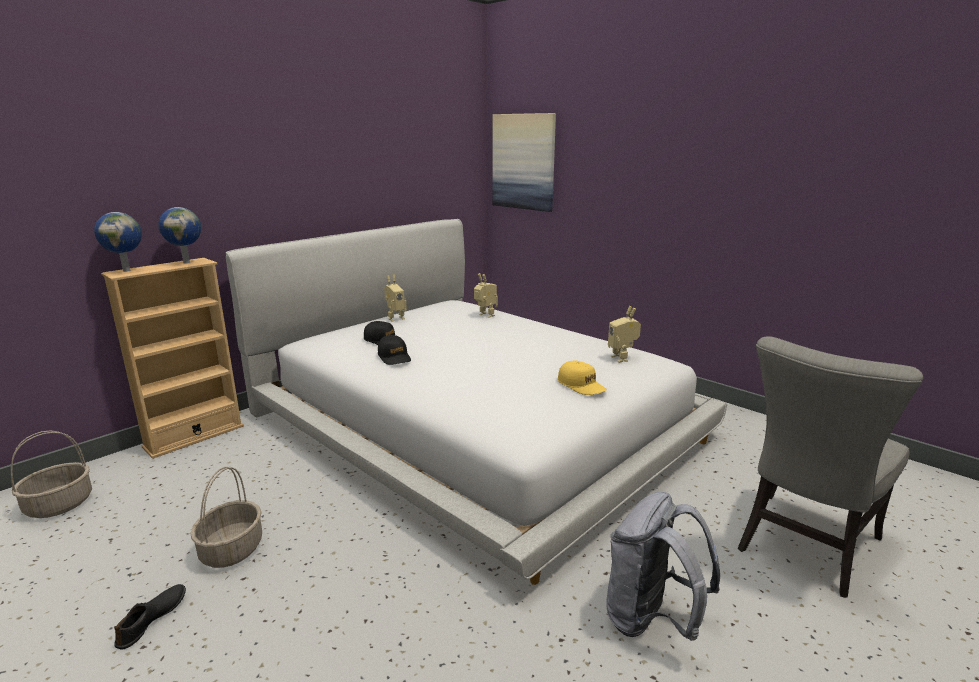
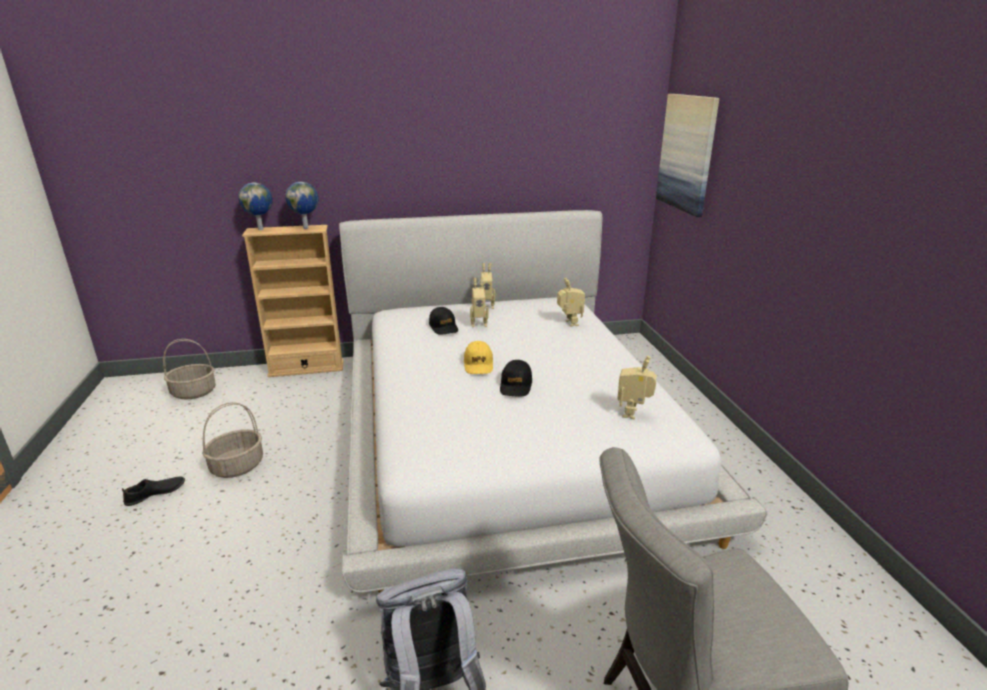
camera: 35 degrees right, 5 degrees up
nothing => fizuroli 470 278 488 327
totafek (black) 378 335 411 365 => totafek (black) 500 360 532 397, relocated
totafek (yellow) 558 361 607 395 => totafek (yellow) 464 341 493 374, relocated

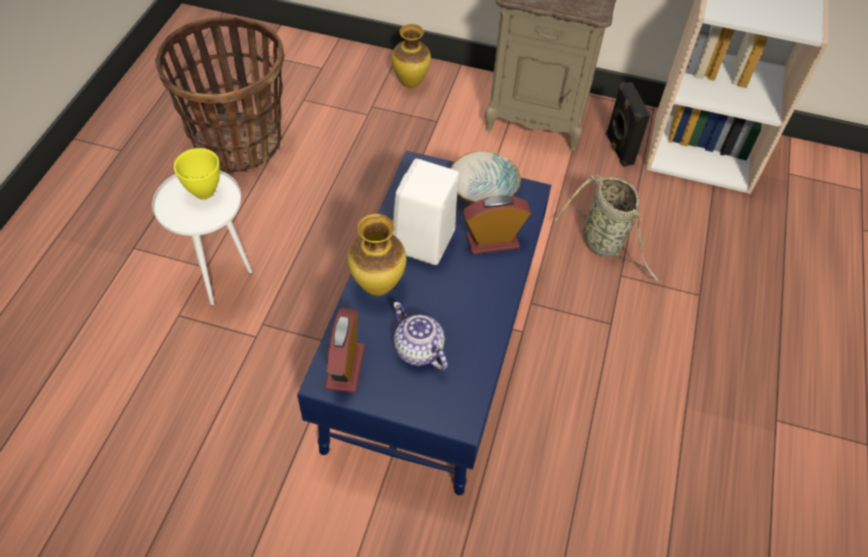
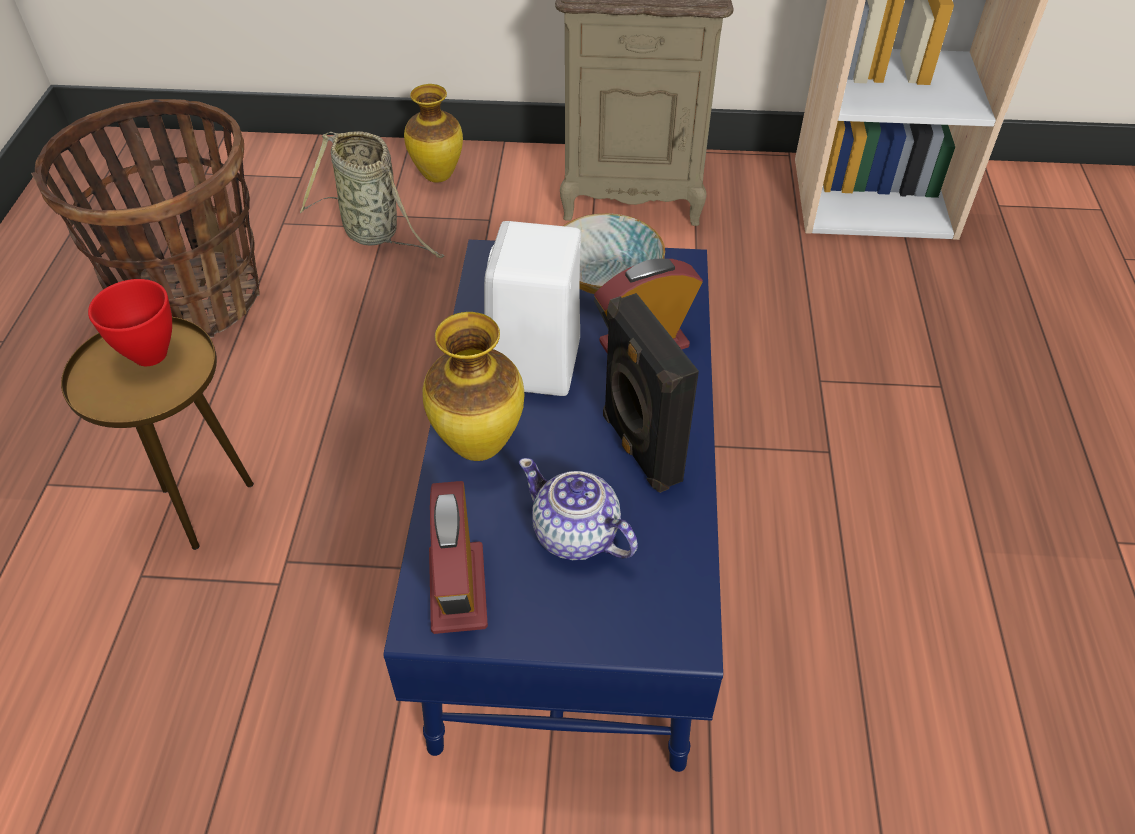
camera: 10 degrees left, 5 degrees down
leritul 555 175 660 282 => leritul 300 131 444 258, relocated
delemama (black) 606 82 650 167 => delemama (black) 603 293 699 493, relocated
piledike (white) 152 171 253 306 => piledike (brown) 61 317 254 550
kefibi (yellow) 174 148 220 199 => kefibi (red) 88 279 172 366

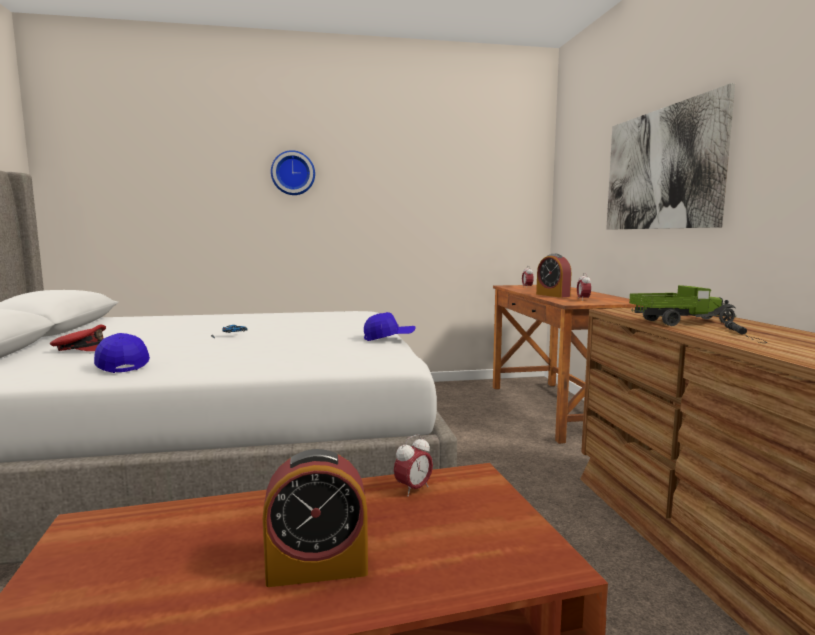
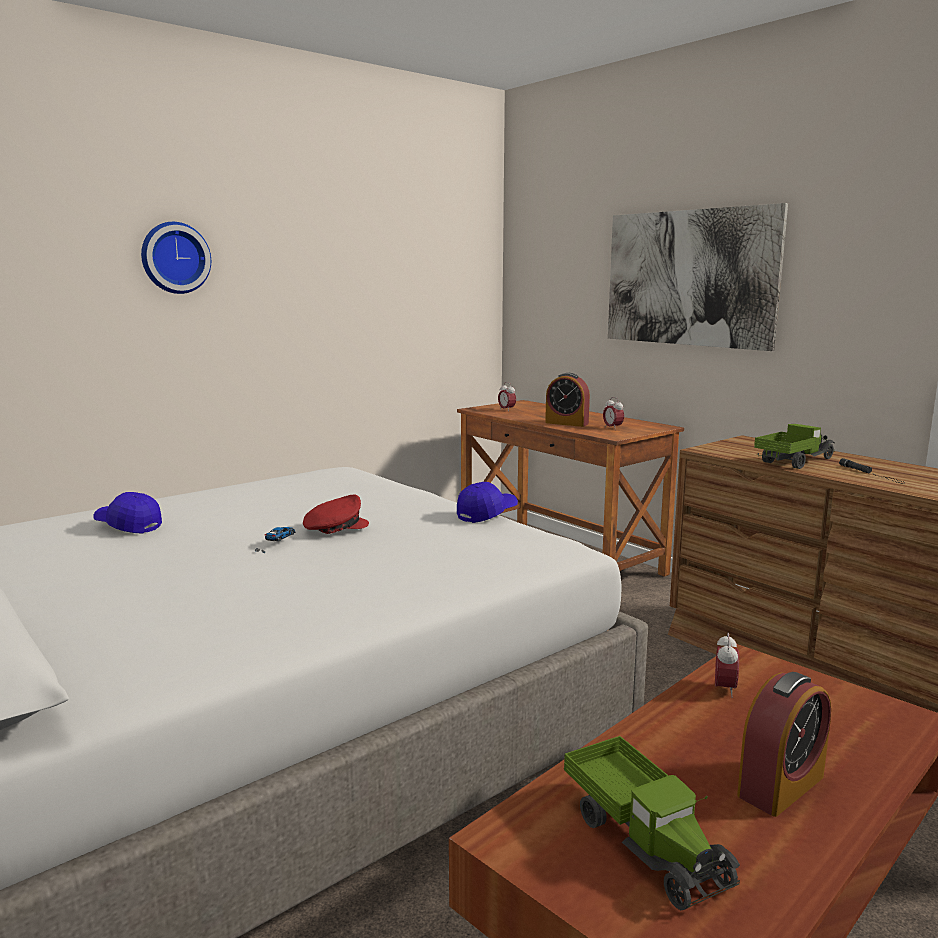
camera: 30 degrees left, 5 degrees up
nothing => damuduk 564 736 740 910
totafek (red) 50 325 106 351 => totafek (red) 303 495 369 534, relocated
totafek (blue) 94 333 150 373 => totafek (blue) 93 492 162 534, relocated

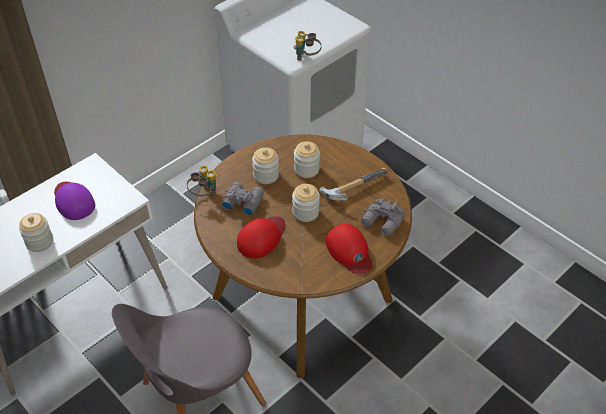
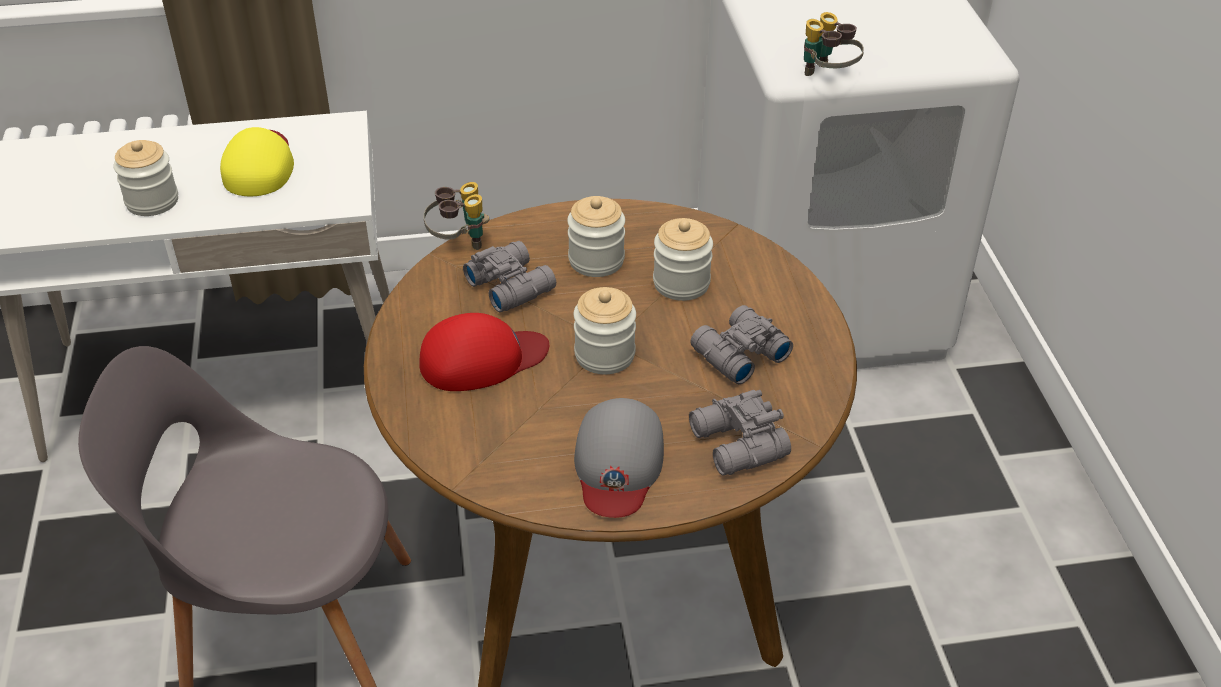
camera: 35 degrees right, 5 degrees down
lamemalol 319 168 388 200 => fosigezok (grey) 690 305 793 384
totafek (purple) 54 182 95 220 => totafek (yellow) 220 127 294 196
totafek (red) 326 224 372 274 => totafek (grey) 574 398 664 518

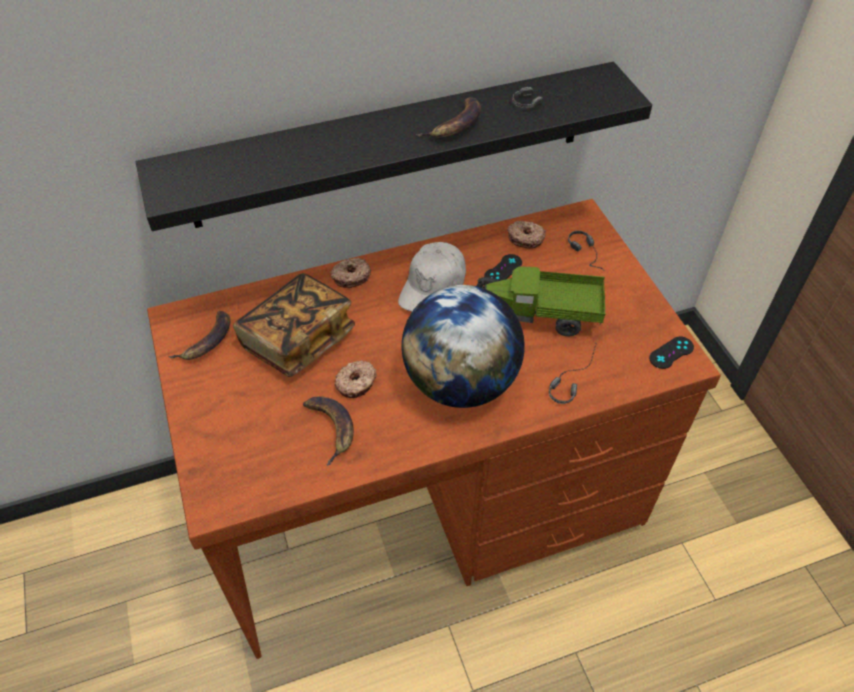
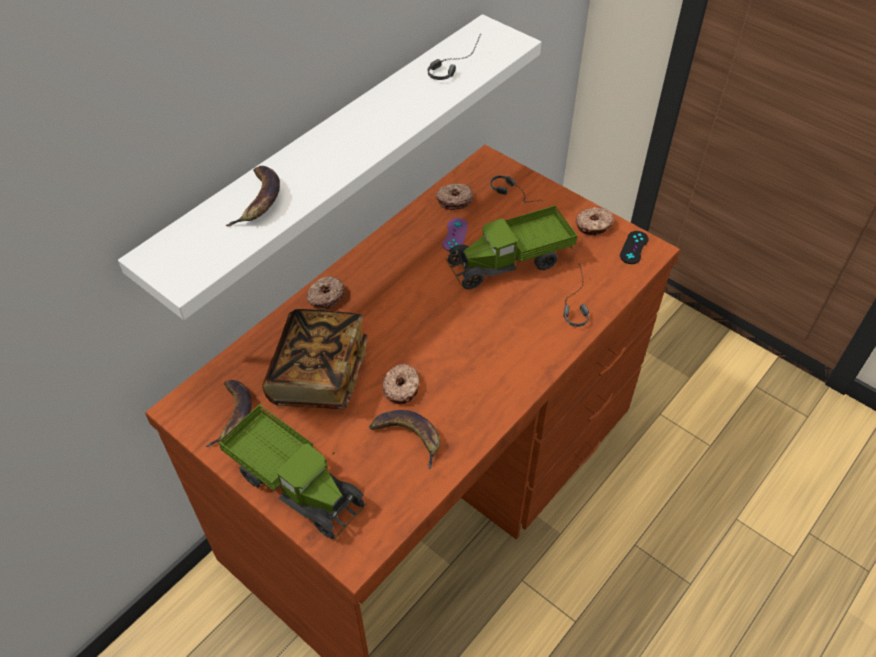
camera: 30 degrees left, 0 degrees up
totafek (white) 398 242 466 312 => nothing
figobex 402 285 525 408 => nothing
nothing => damuduk 218 404 367 540
nothing => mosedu 576 207 614 235
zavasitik 416 97 481 138 => zavasitik 225 166 280 227, relocated
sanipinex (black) 136 62 652 231 => sanipinex (white) 118 14 541 320
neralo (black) 484 254 522 281 => neralo (purple) 442 218 468 251

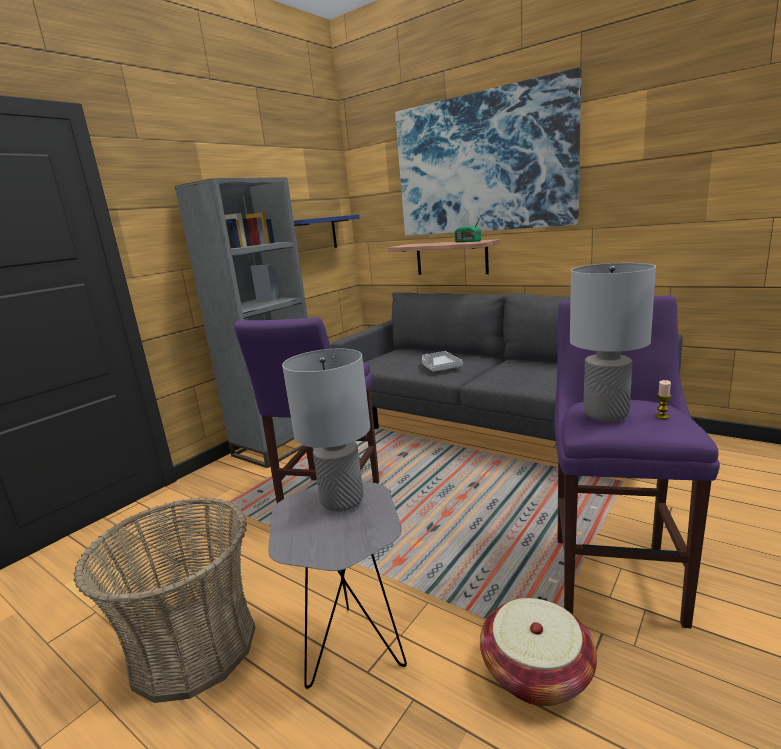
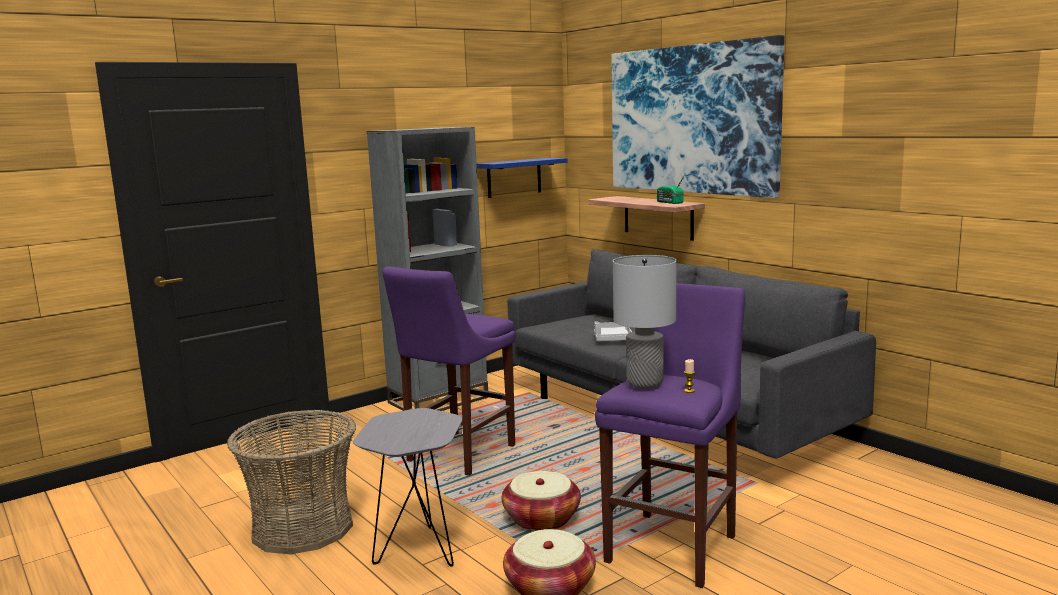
camera: 15 degrees right, 5 degrees down
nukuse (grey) 282 349 370 512 => nothing
nothing => leritul 502 471 581 531

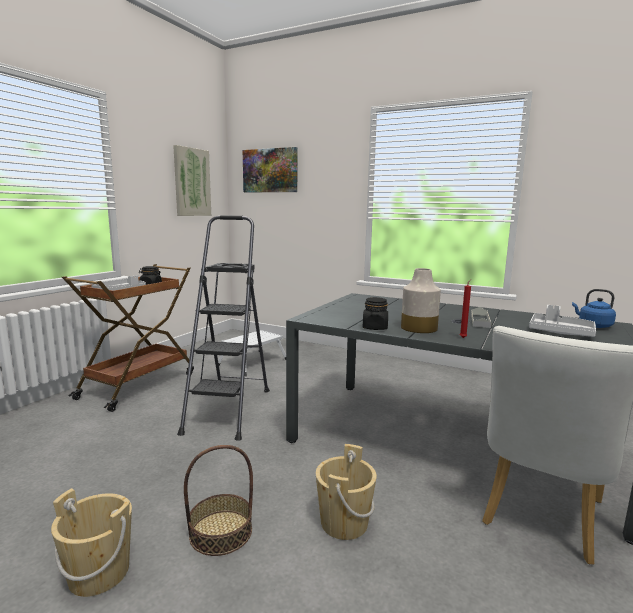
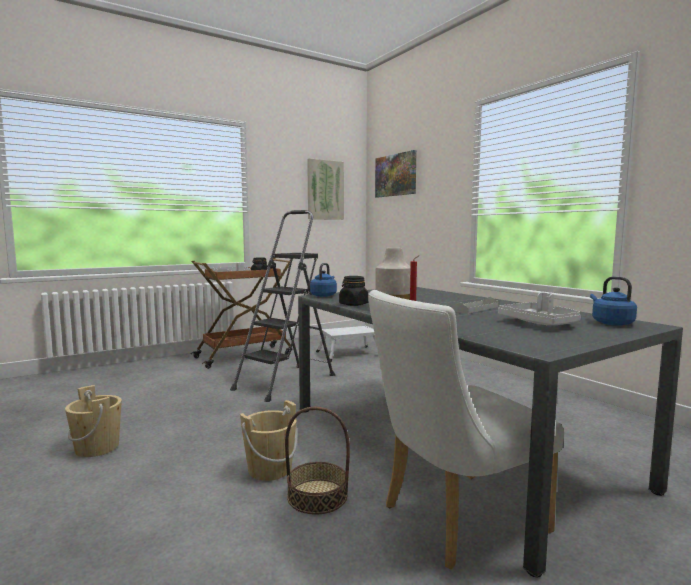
camera: 30 degrees right, 5 degrees down
nothing => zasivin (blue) 310 263 337 297
leritul 184 445 253 556 => leritul 285 407 350 514, relocated

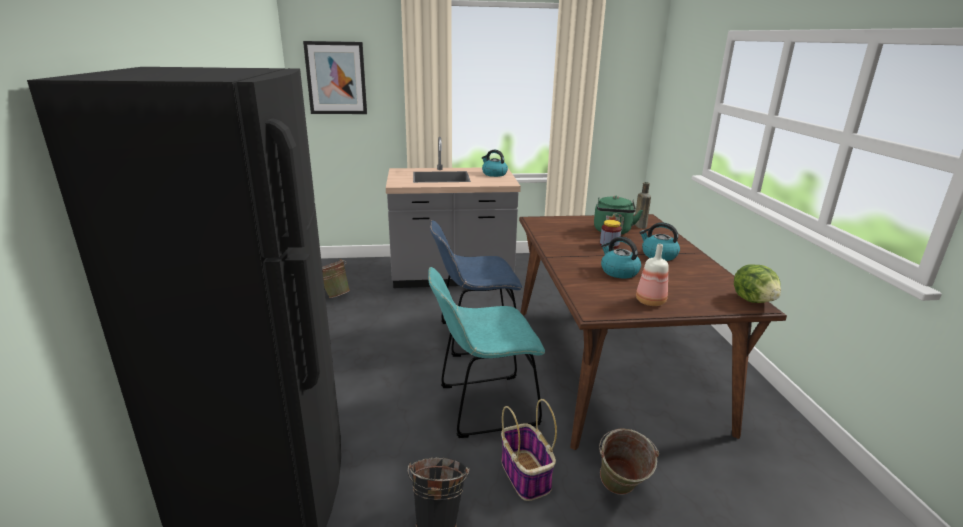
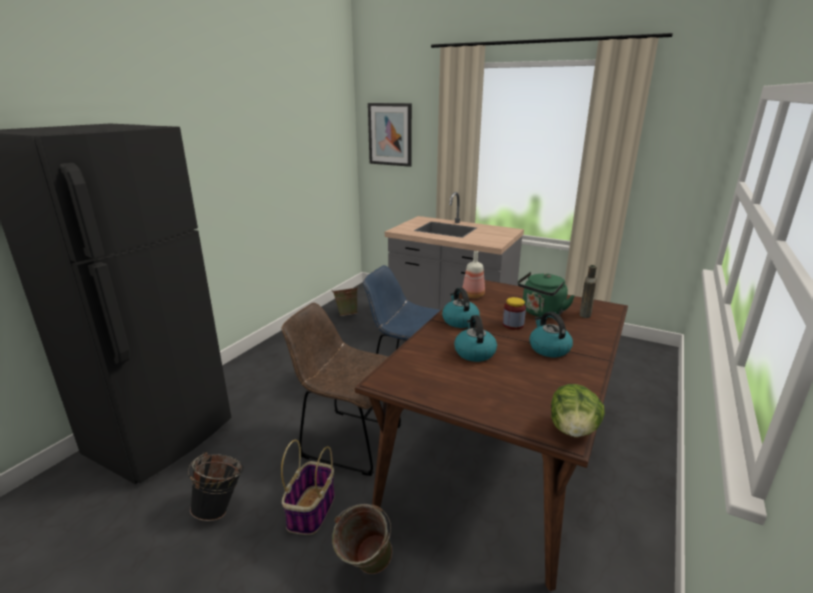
camera: 35 degrees right, 0 degrees up
zasivin 482 150 508 177 => zasivin 442 288 480 328, relocated
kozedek 636 244 668 306 => kozedek 462 251 485 298, relocated
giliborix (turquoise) 428 267 545 438 => giliborix (brown) 282 303 401 476

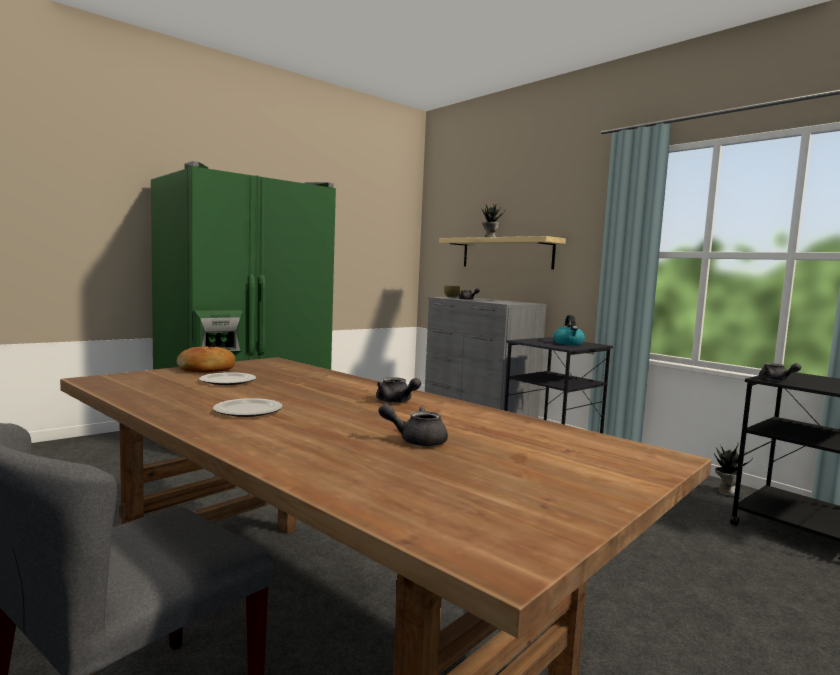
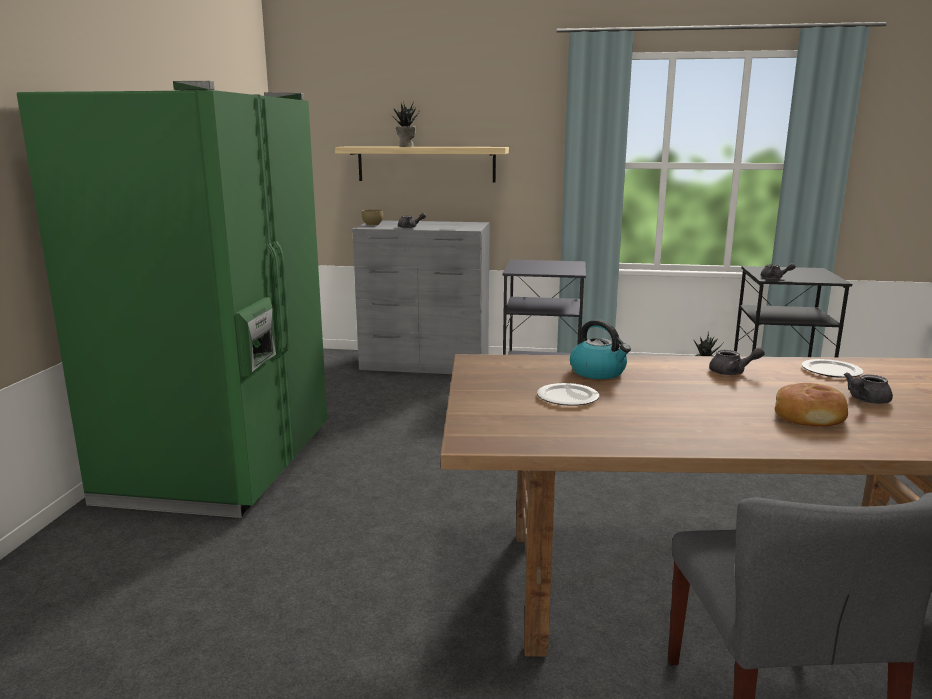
camera: 40 degrees left, 10 degrees up
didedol 177 346 235 372 => didedol 775 383 848 427, relocated
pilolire 213 398 283 417 => pilolire 802 359 863 378, relocated
zasivin 554 315 585 345 => zasivin 570 319 631 379, relocated

